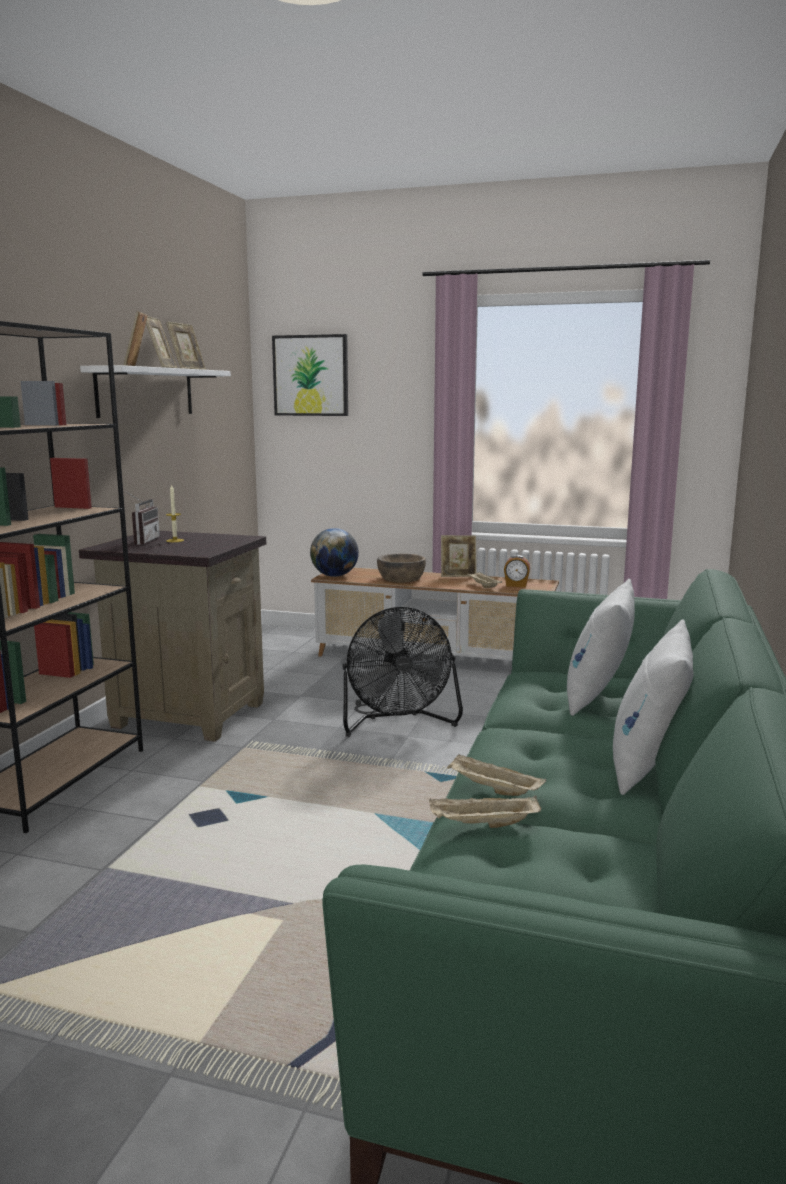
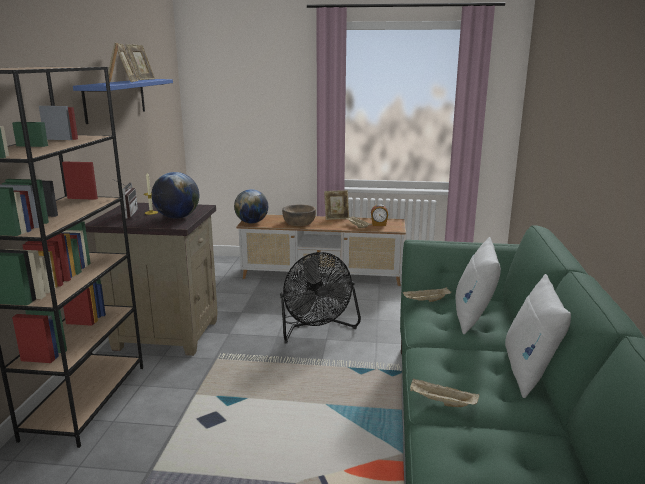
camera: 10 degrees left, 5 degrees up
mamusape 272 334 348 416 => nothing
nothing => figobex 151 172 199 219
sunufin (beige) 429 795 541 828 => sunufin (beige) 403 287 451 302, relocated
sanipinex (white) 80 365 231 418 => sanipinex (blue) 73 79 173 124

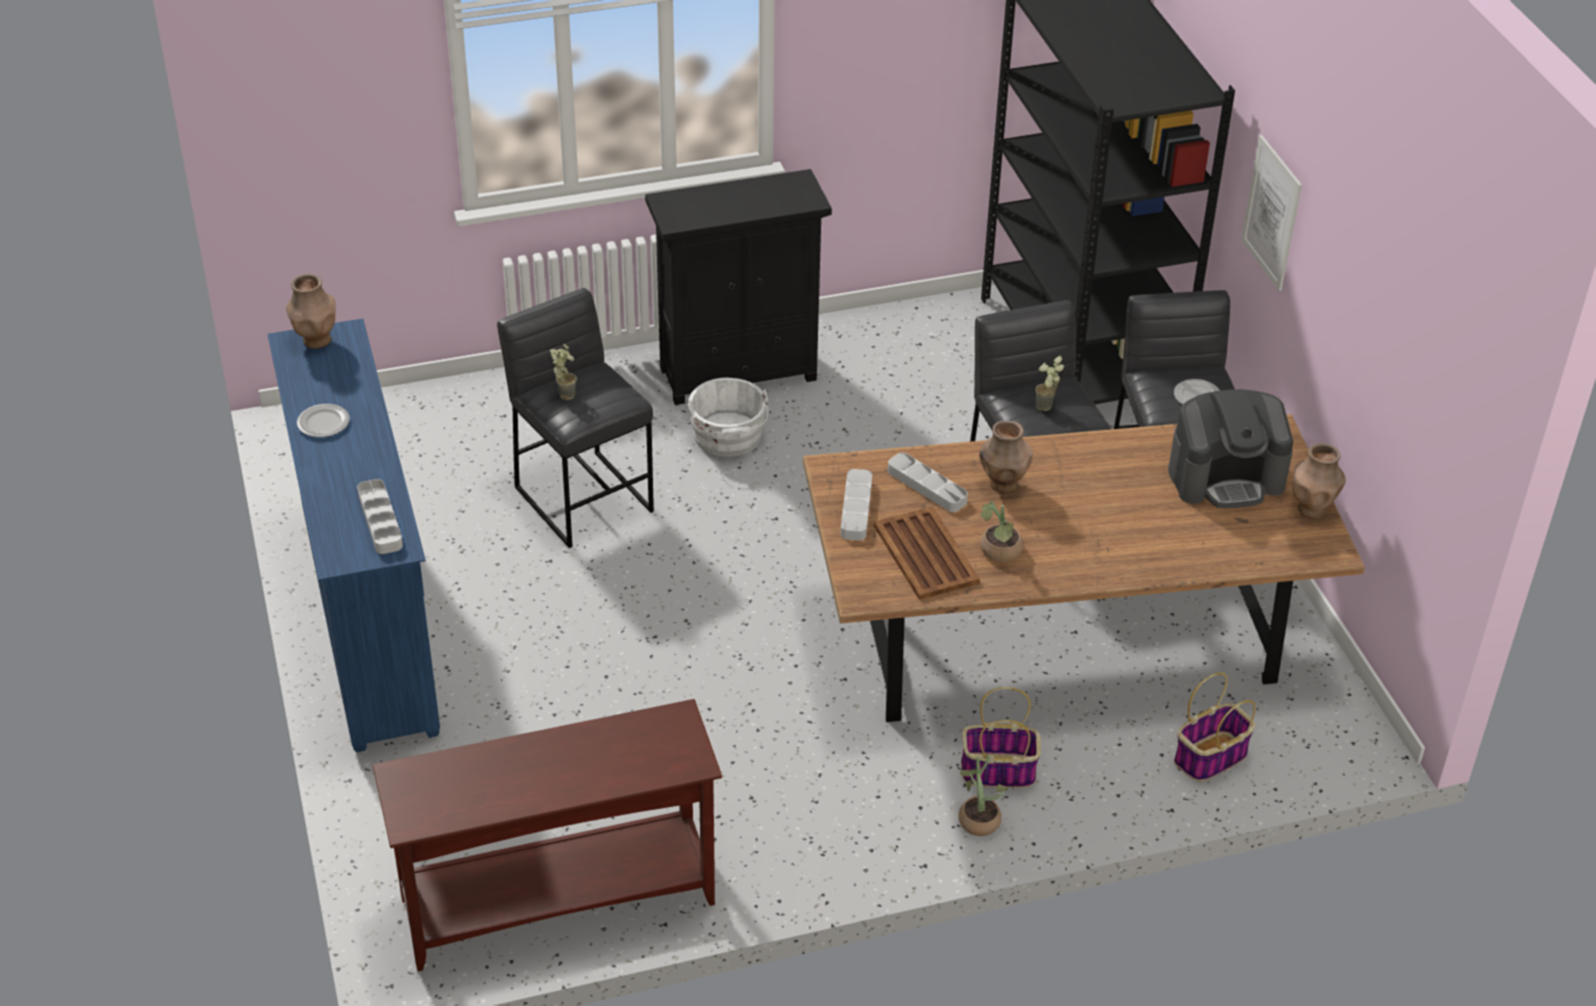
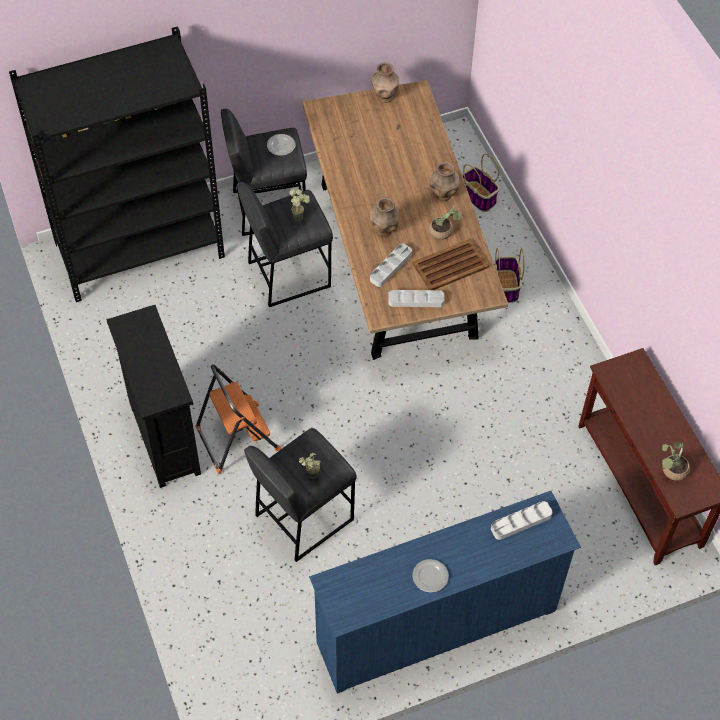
camera: 95 degrees left, 15 degrees up
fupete 1168 389 1293 508 => nothing
mamusape 1241 135 1302 291 => nothing
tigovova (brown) 286 274 336 349 => tigovova (brown) 430 162 460 202, relocated
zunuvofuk 958 755 1007 836 => zunuvofuk 662 442 690 481, relocated
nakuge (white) 688 377 769 457 => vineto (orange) 195 364 282 474

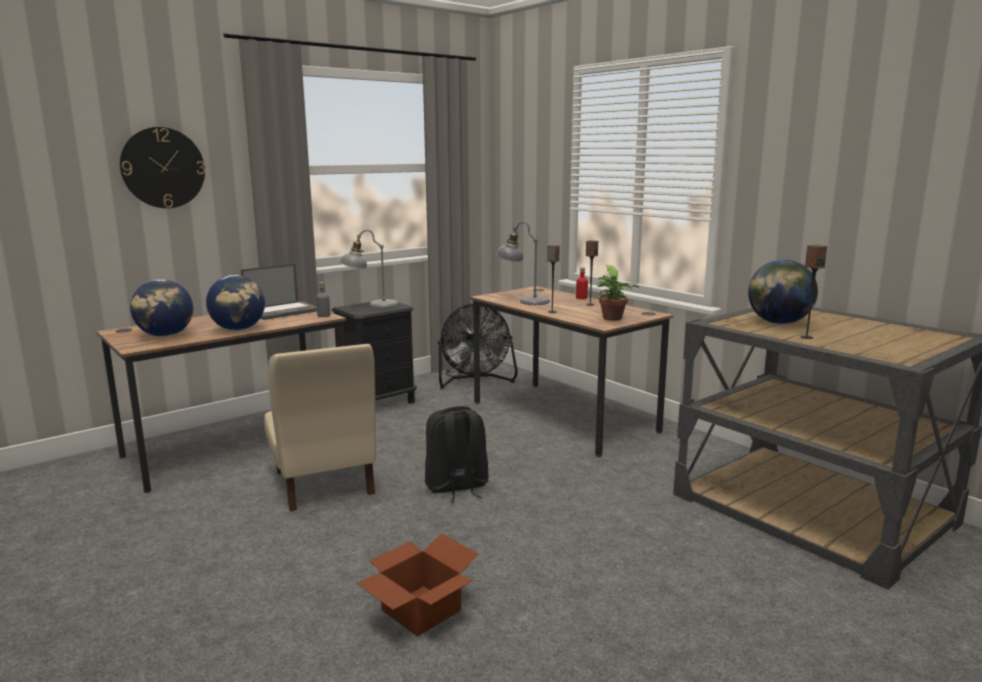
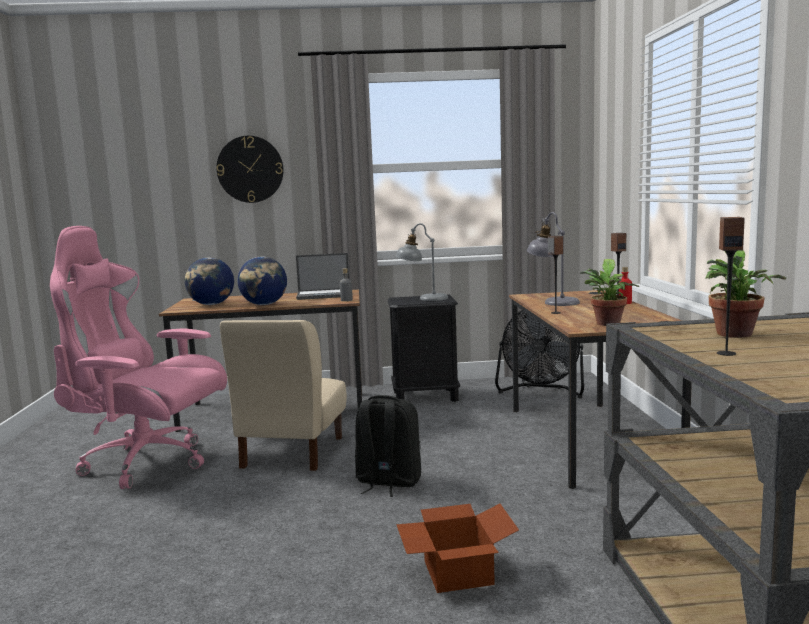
camera: 35 degrees right, 5 degrees down
nothing => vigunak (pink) 50 226 227 489
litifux 356 533 479 637 => litifux 396 503 519 593, relocated
figobex 748 260 818 324 => zunuvofuk 705 250 786 338

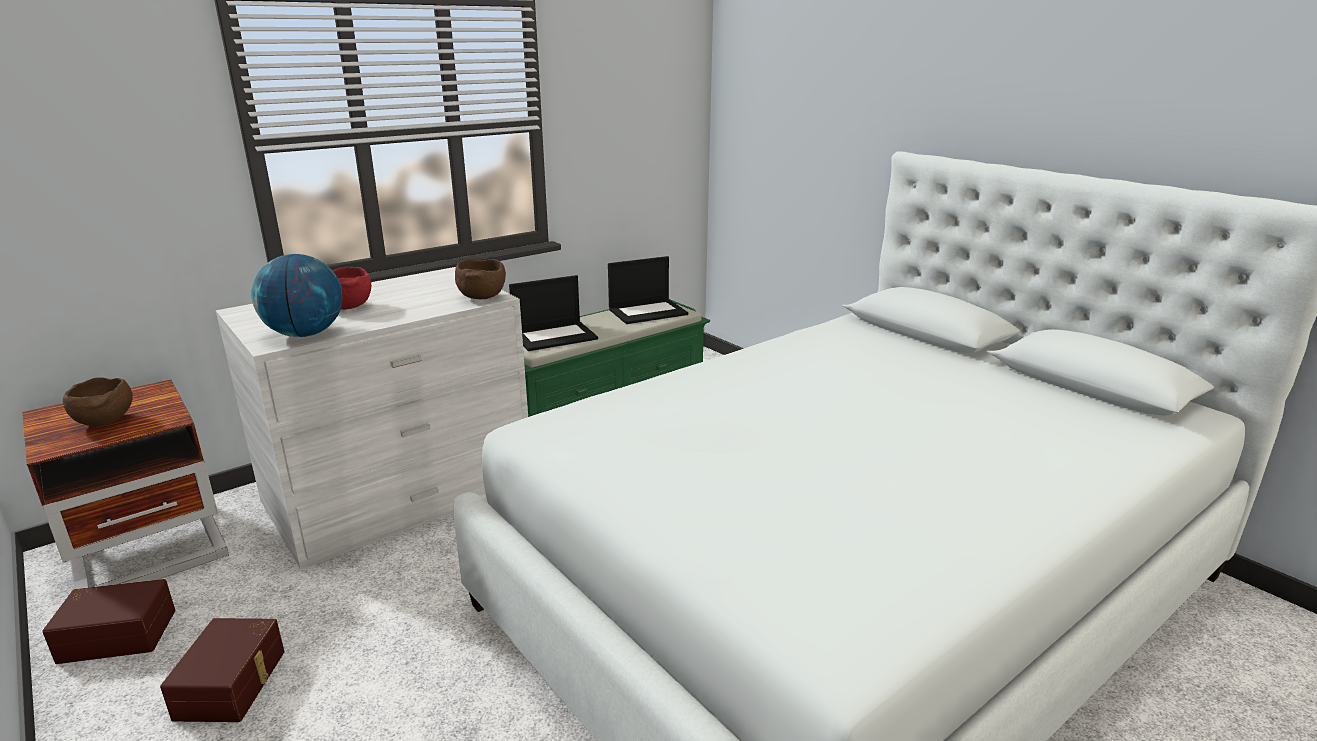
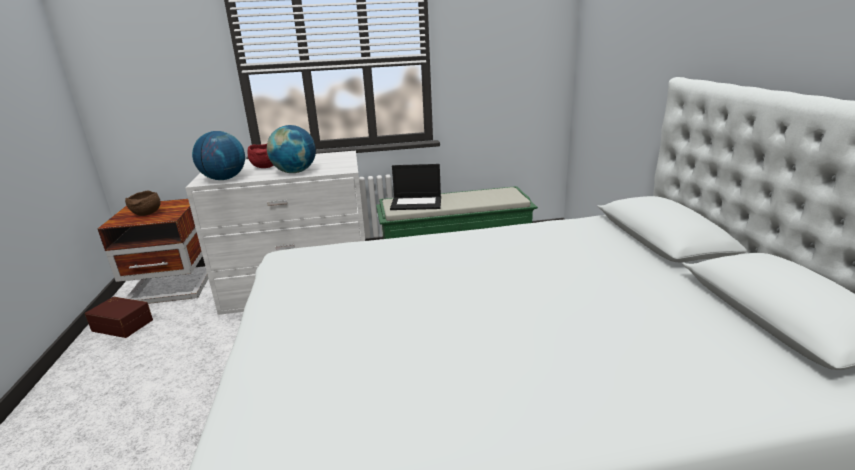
camera: 30 degrees right, 0 degrees up
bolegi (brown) 160 618 285 722 => nothing
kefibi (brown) 455 259 506 299 => nothing
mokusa 608 256 688 324 => nothing
nothing => figobex 267 125 316 173

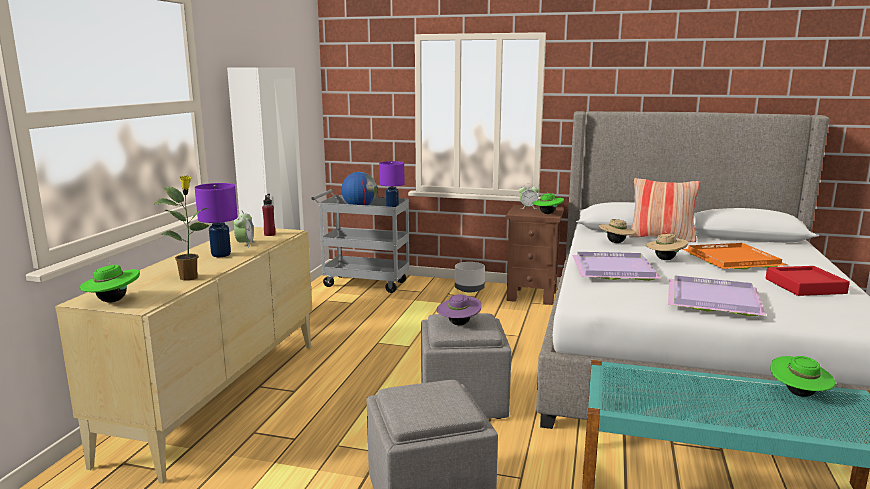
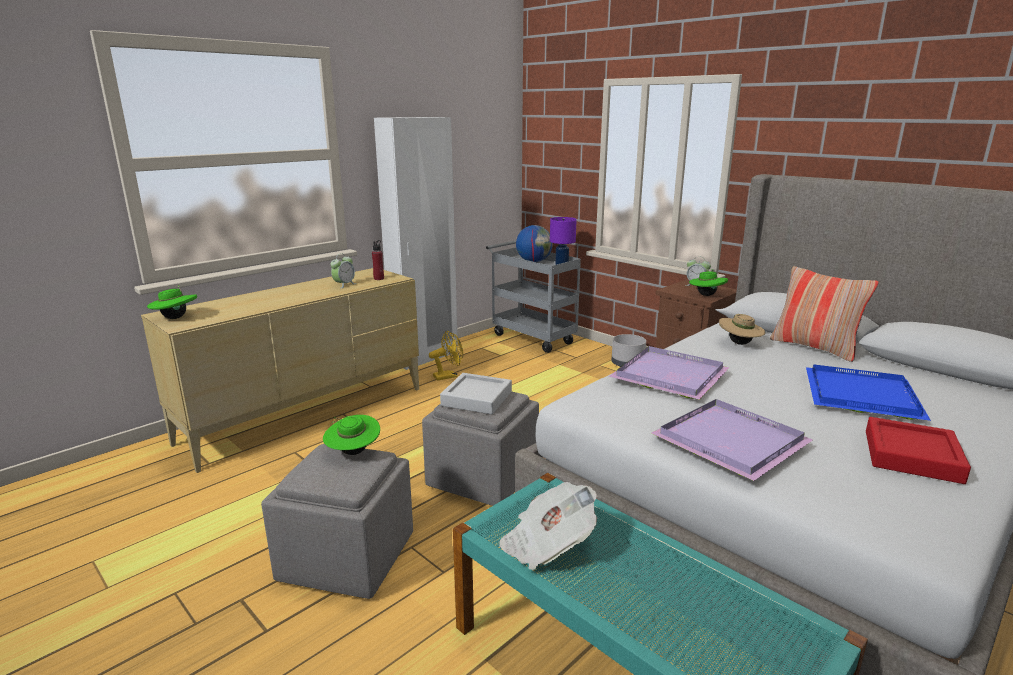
camera: 30 degrees right, 5 degrees up
zunuvofuk 155 175 210 281 => nothing
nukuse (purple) 195 183 238 257 => nothing
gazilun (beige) 646 232 688 260 => nothing
nothing => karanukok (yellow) 429 330 463 381
nothing => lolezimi 499 482 598 570
gazilun (green) 770 356 835 397 => gazilun (green) 323 415 380 455, relocated
gazilun (purple) 437 293 482 325 => sunufin (grey) 440 373 512 415
sunufin (orange) 683 243 787 269 => sunufin (blue) 806 364 931 421

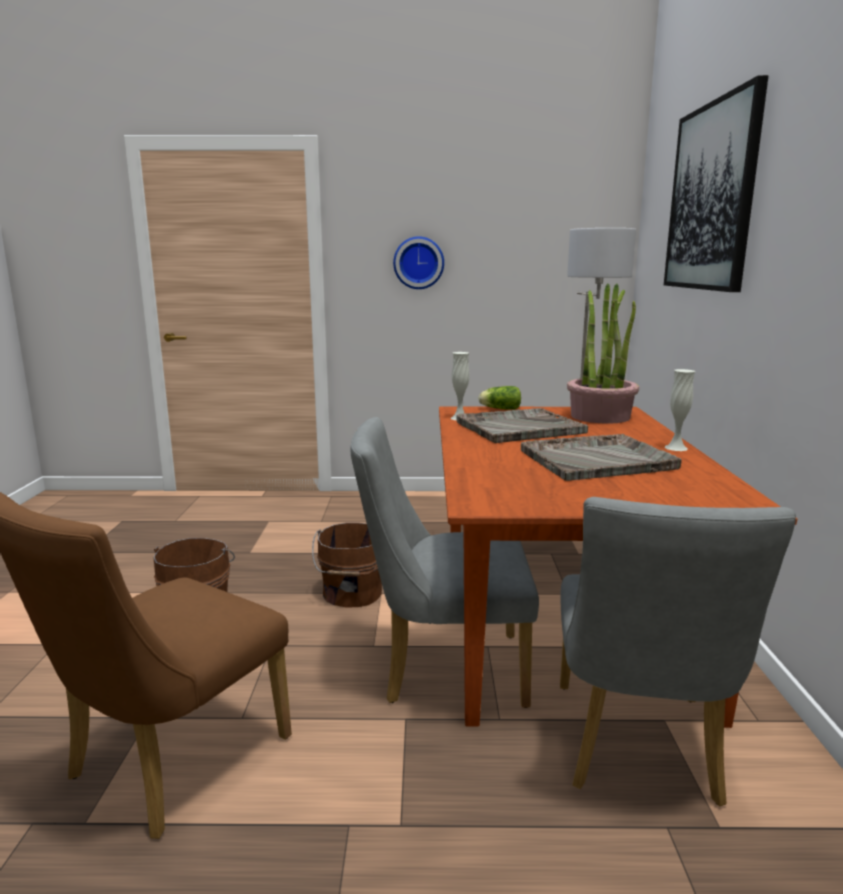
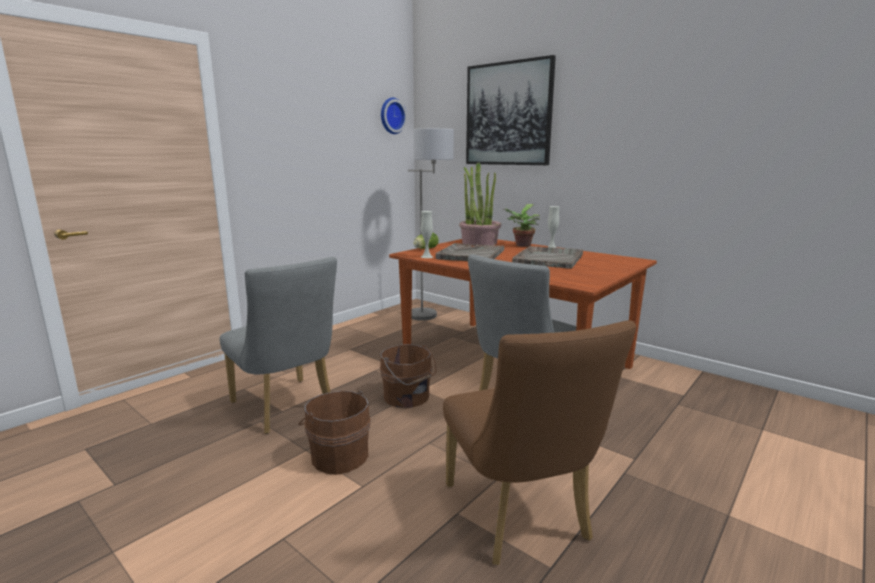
camera: 50 degrees left, 0 degrees up
nothing => zunuvofuk 503 204 540 247
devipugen 393 236 444 289 => devipugen 381 98 407 134, relocated
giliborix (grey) 560 497 796 806 => giliborix (grey) 220 257 337 434, relocated

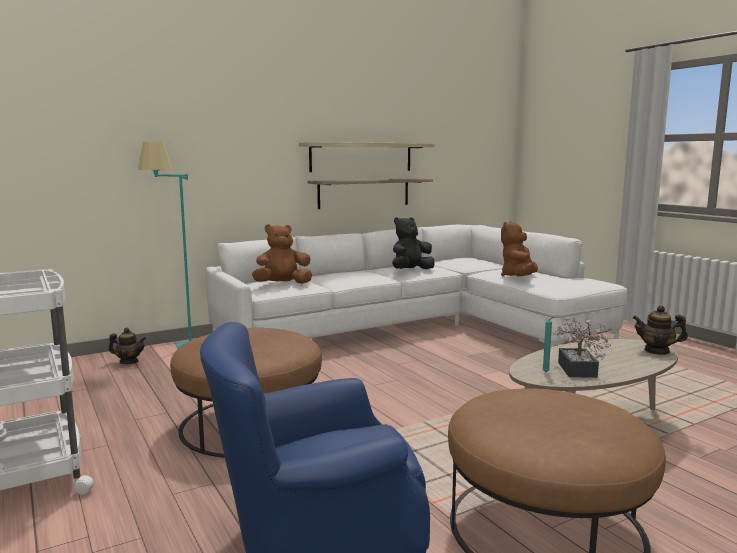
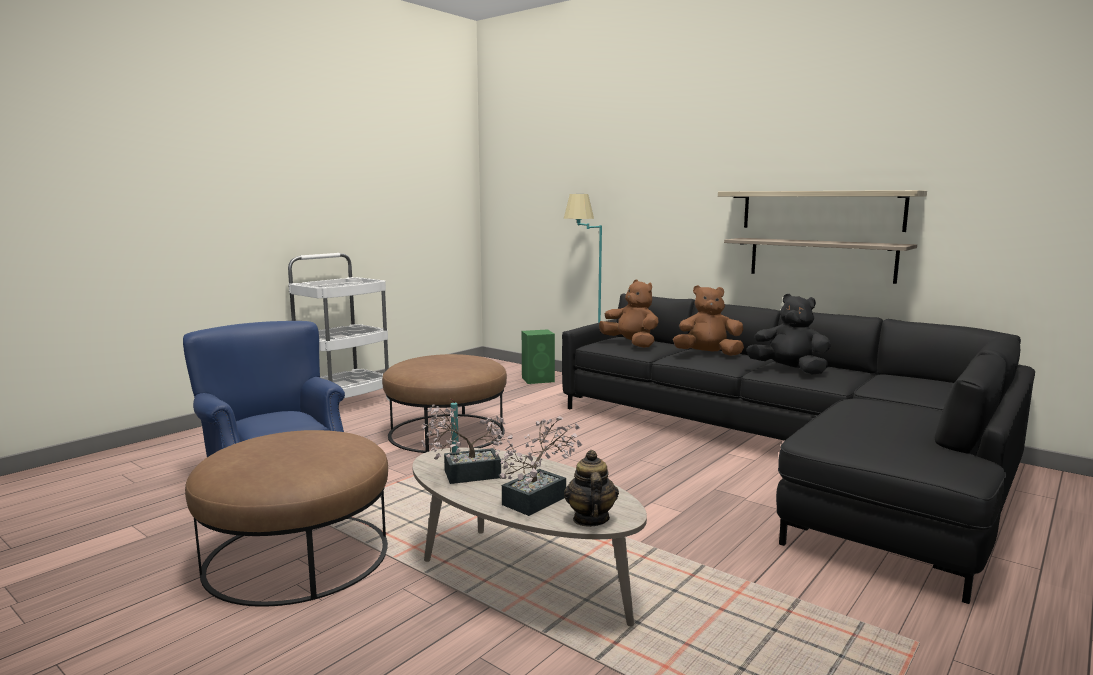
camera: 70 degrees right, 0 degrees up
nothing => zunuvofuk 499 416 582 516
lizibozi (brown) 501 221 538 277 => lizibozi (brown) 673 285 744 356, relocated
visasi 109 328 146 364 => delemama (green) 522 329 555 384
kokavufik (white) 206 225 627 347 => kokavufik (black) 562 293 1035 604

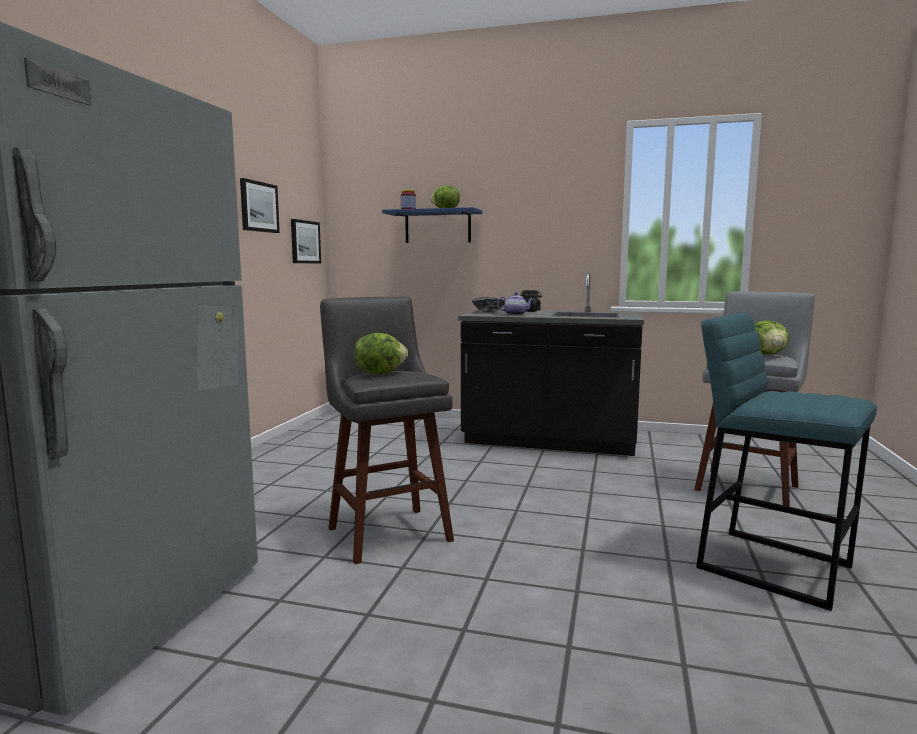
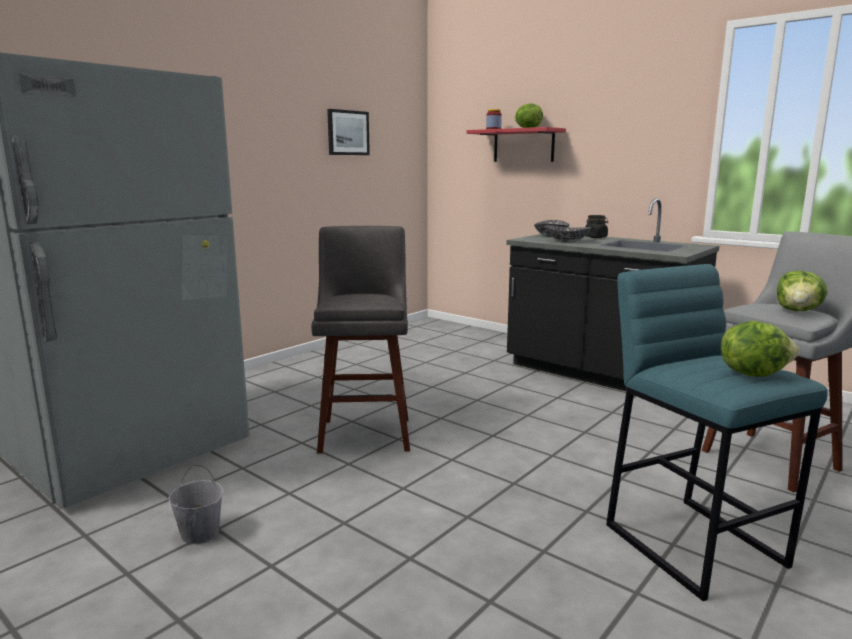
camera: 25 degrees right, 5 degrees up
mamusape 291 219 321 263 => nothing
nothing => nakuge (grey) 168 465 223 544
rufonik 354 333 408 374 => rufonik 721 321 799 377, relocated
visasi 497 292 534 315 => kefibi 545 225 592 242
sanipinex (blue) 382 207 482 243 => sanipinex (red) 466 127 566 162

